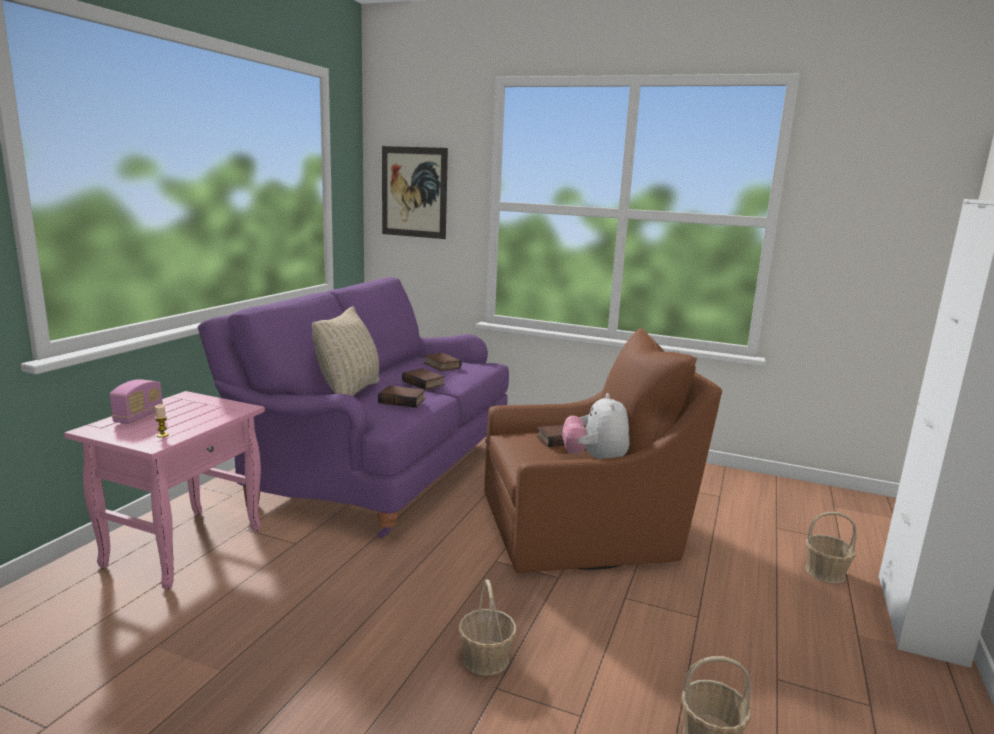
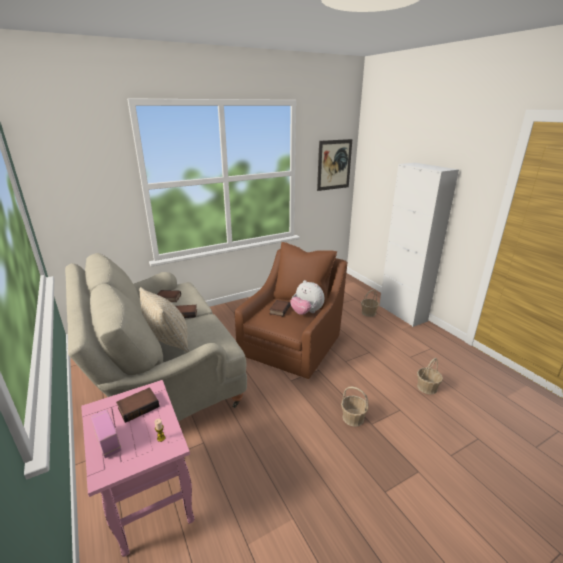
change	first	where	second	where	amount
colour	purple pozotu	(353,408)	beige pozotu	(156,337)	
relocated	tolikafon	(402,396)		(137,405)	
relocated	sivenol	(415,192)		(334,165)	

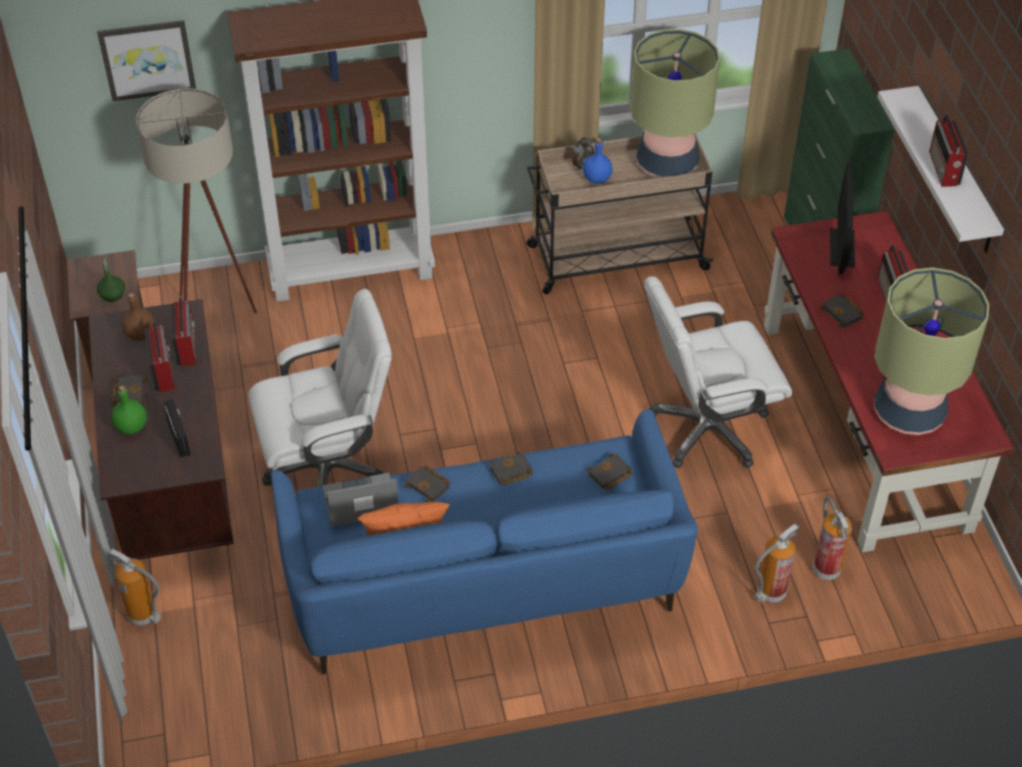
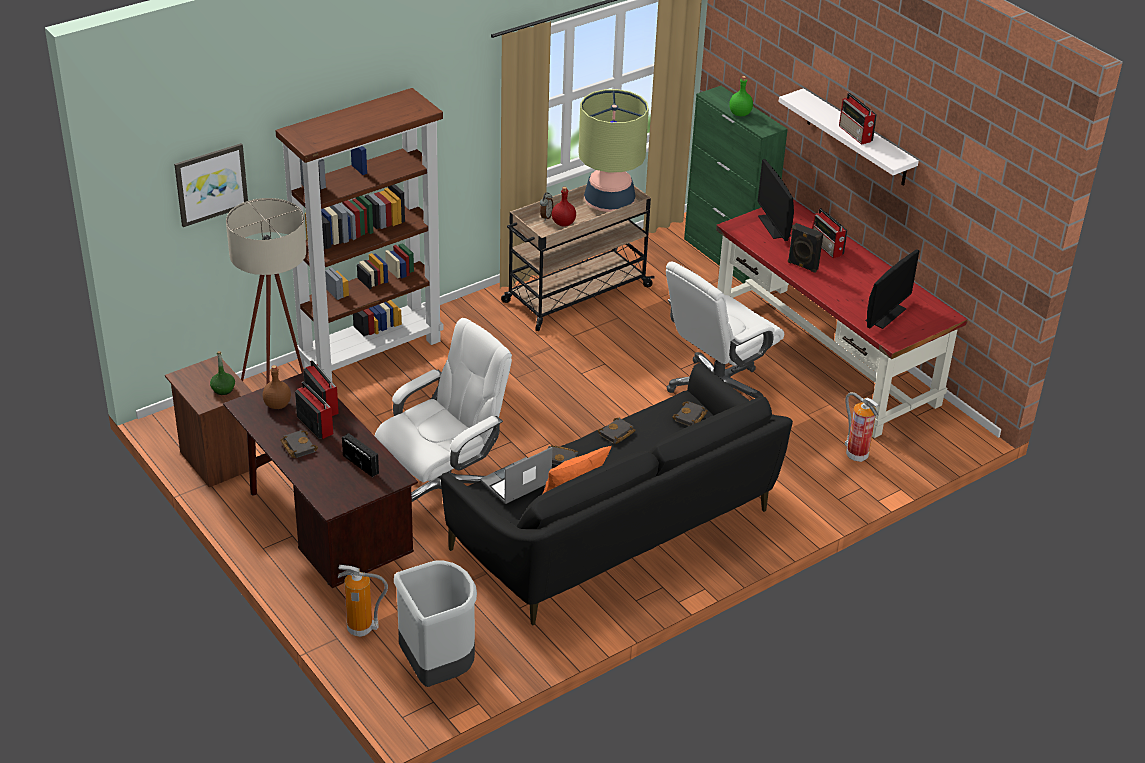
change	first	where	second	where	amount
relocated	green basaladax	(129,410)		(741,96)	
colour	blue pozotu	(484,541)	black pozotu	(616,494)	
colour	blue basaladax	(597,161)	red basaladax	(564,207)	
missing	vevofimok	(776,563)			
exchanged	black tolikafon	(842,311)	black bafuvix	(805,248)	
exchanged	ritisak	(931,351)	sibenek	(892,289)	
appeared			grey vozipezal	(435,623)	

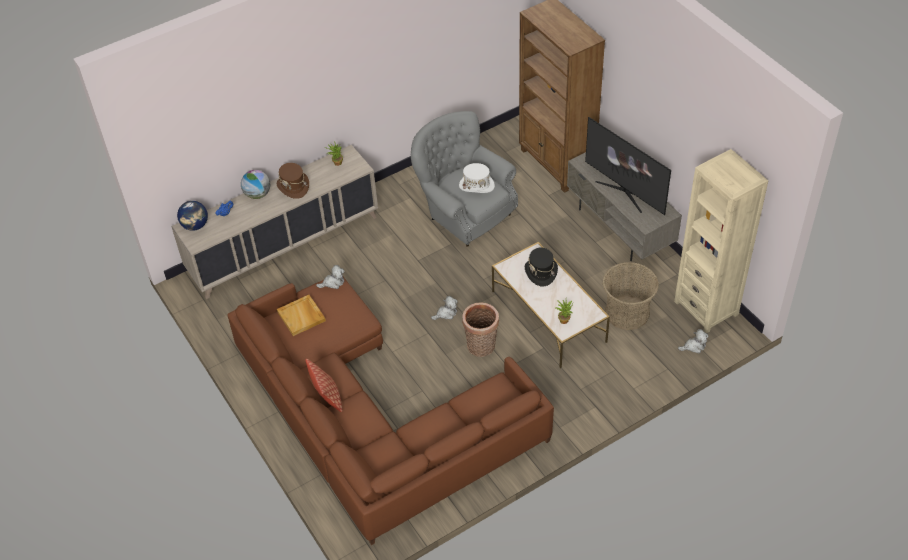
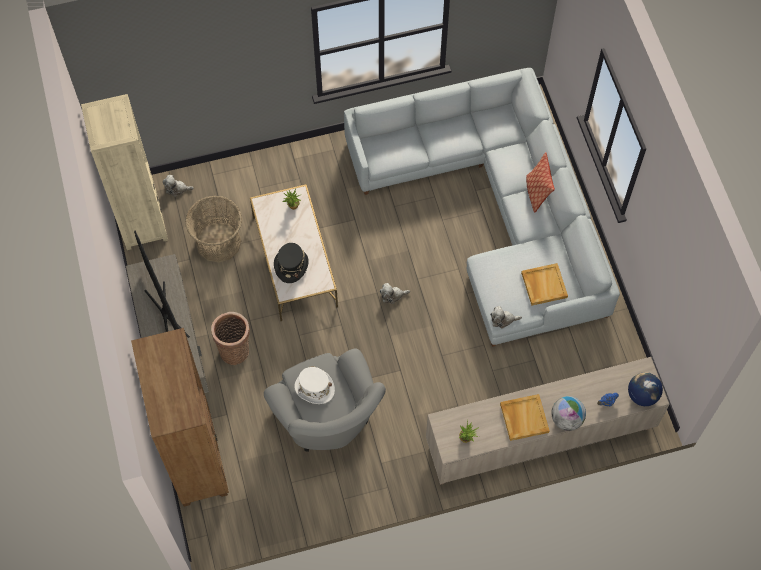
change	first	where	second	where	amount
colour	brown pozotu	(390,411)	grey pozotu	(482,207)	
exchanged	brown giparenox	(293,181)	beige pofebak	(525,417)	
relocated	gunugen	(480,329)		(230,338)	

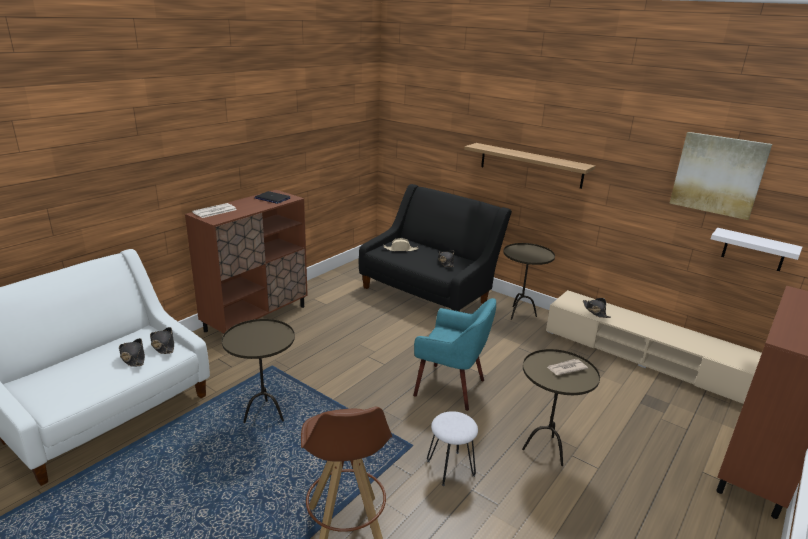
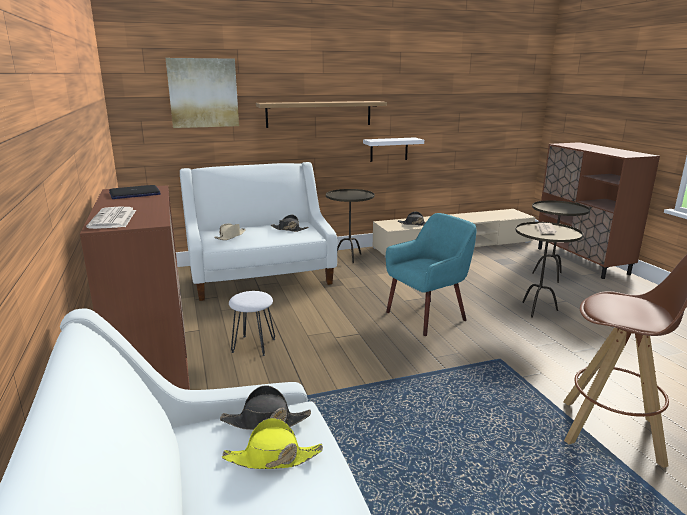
change	first	where	second	where	amount
colour	black giparenox	(132,352)	yellow giparenox	(272,443)	
relocated	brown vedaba	(258,371)		(561,242)	
colour	black pozotu	(435,248)	white pozotu	(258,231)	
relocated	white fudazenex	(452,448)		(252,323)	
relocated	sivenol	(720,176)		(202,93)	
relocated	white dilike	(756,249)		(393,149)	

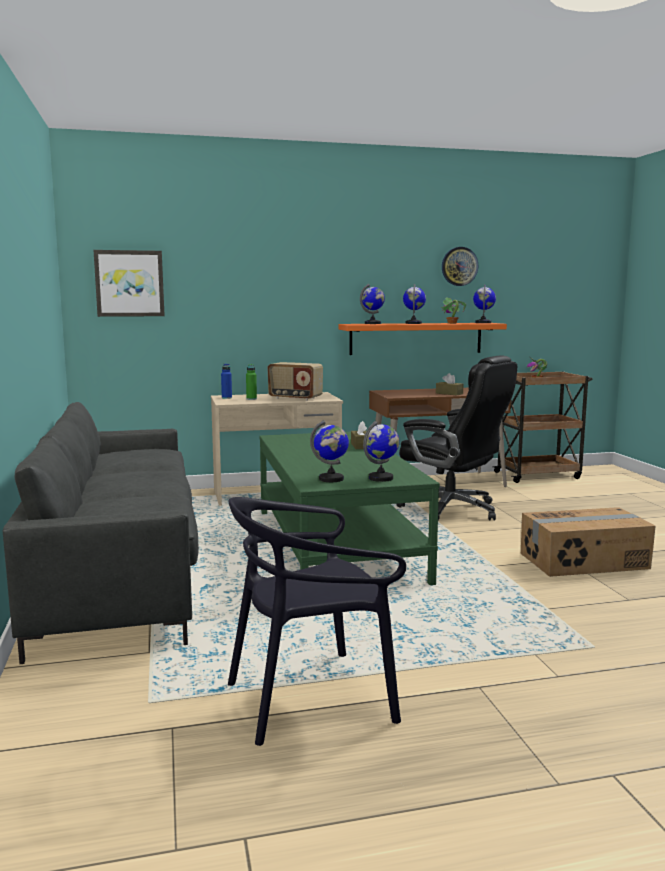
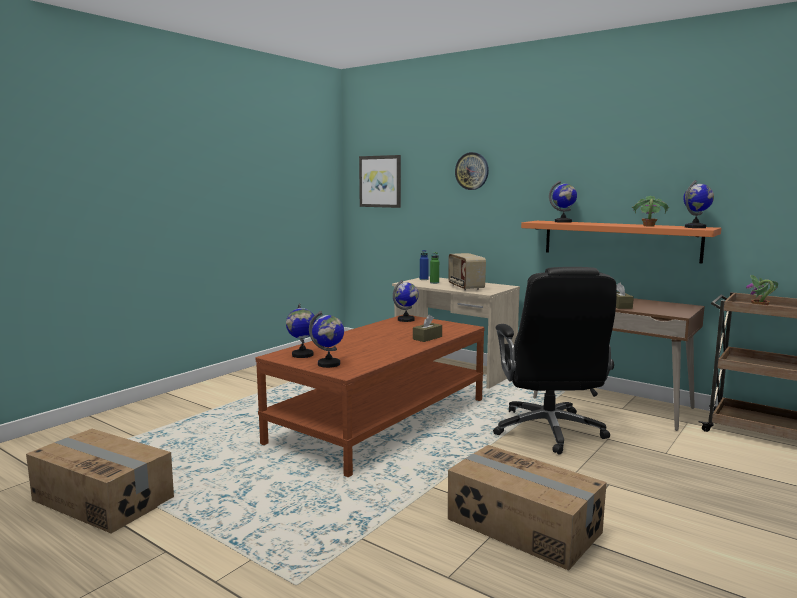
change	first	where	second	where	amount
missing	grey pozotu	(101,533)			
exchanged	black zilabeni	(317,621)	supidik	(100,481)	
colour	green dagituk	(349,508)	brown dagituk	(370,396)	
relocated	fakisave	(414,304)		(406,301)	
relocated	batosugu	(460,266)		(472,171)	

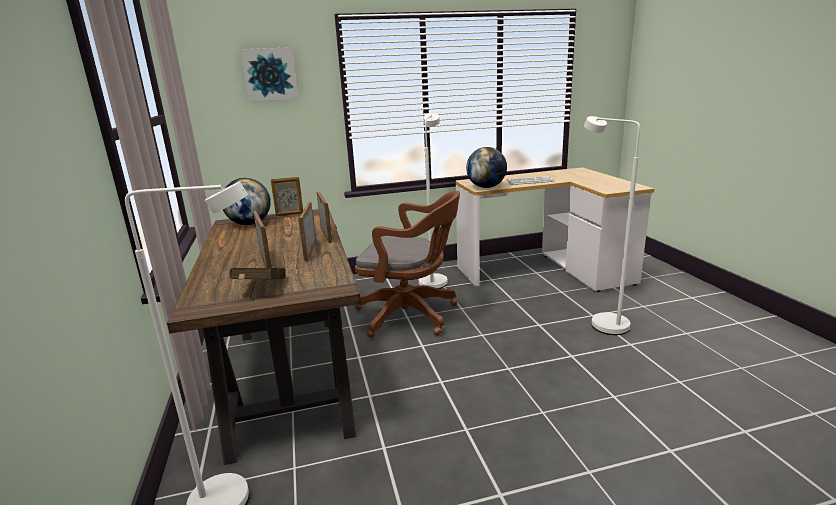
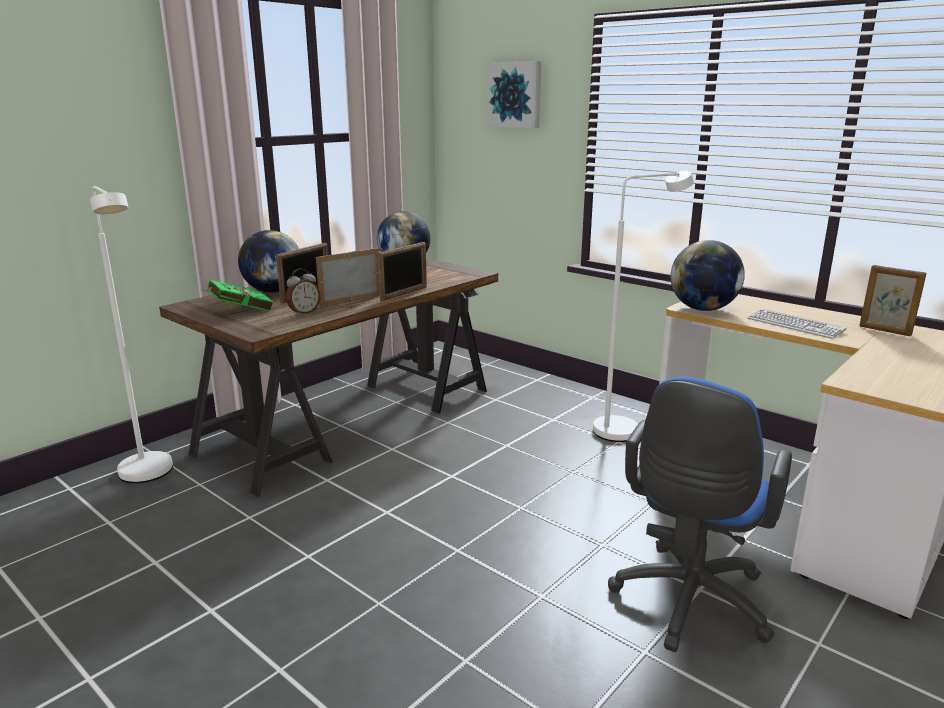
change	first	where	second	where	amount
colour	red tolikafon	(258,273)	green tolikafon	(237,295)	
relocated	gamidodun	(287,196)		(892,300)	
missing	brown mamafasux	(407,264)			
exchanged	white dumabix	(612,225)	blue mamafasux	(700,514)	
appeared			fakisave	(268,261)	
appeared			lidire	(303,292)	

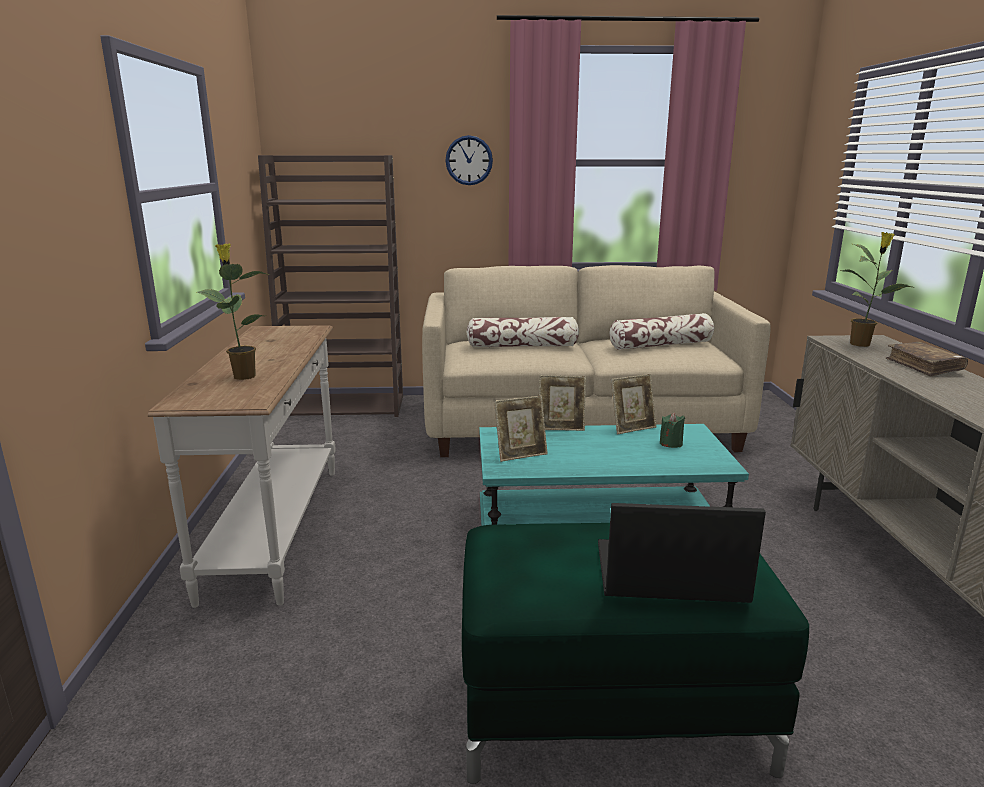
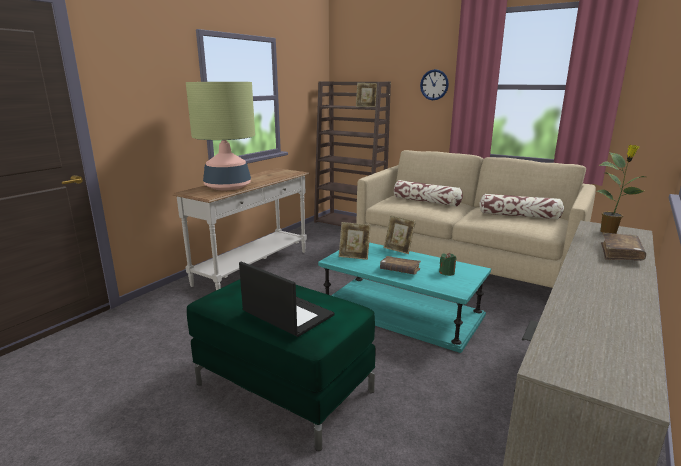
change	first	where	second	where	amount
exchanged	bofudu	(233,311)	ritisak	(220,136)	
relocated	gamidodun	(633,404)		(366,95)	
appeared			brown tolikafon	(400,265)	

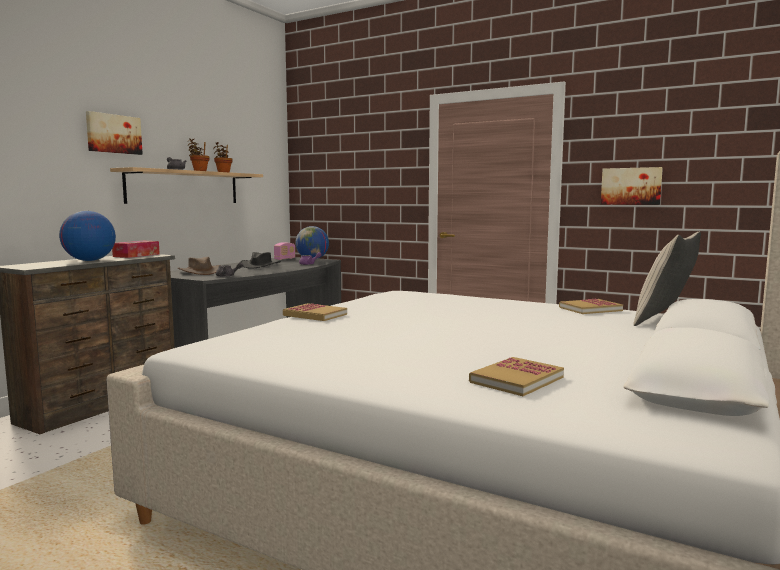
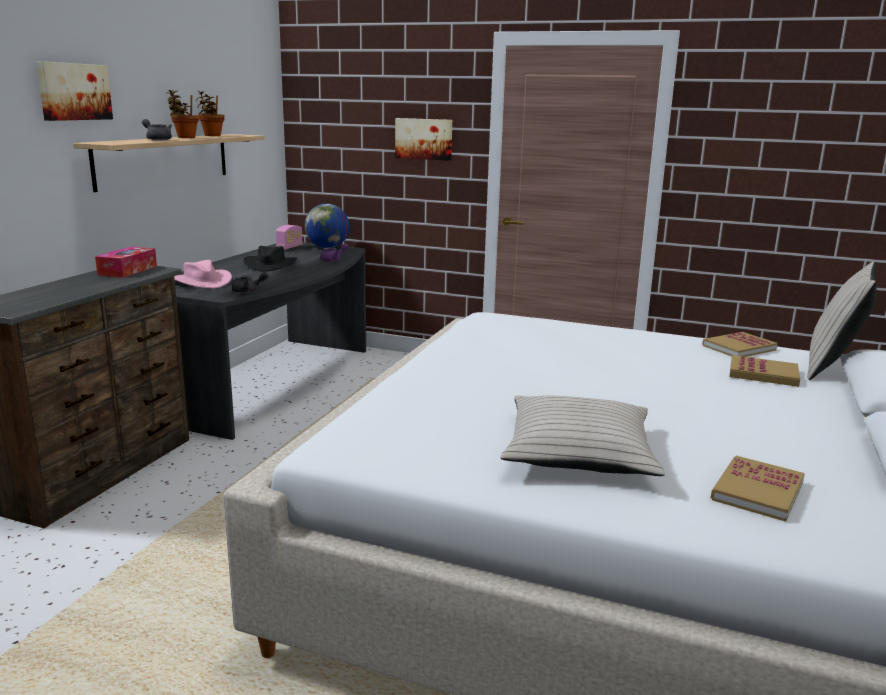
change	first	where	second	where	amount
missing	fakisave	(87,236)			
colour	brown giparenox	(199,266)	pink giparenox	(203,274)	
relocated	tolikafon	(315,312)		(765,371)	
relocated	sivenol	(632,186)		(423,139)	
appeared			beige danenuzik	(583,435)	

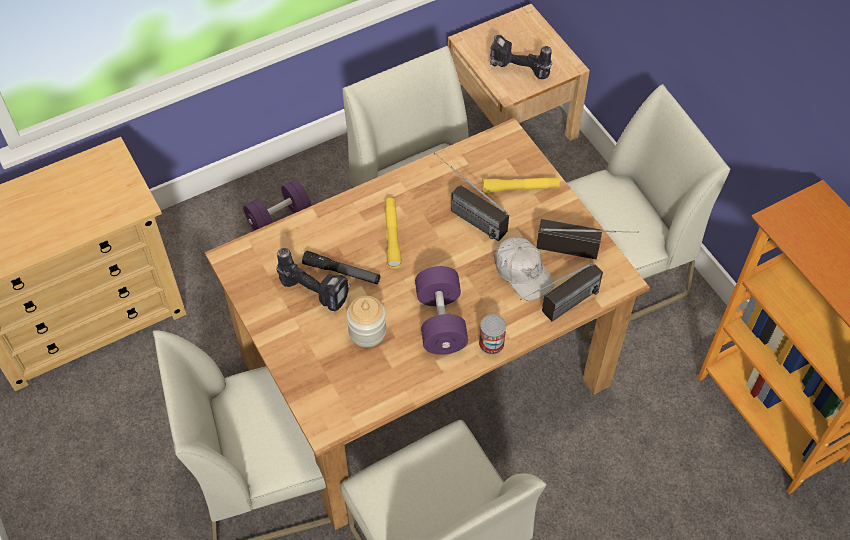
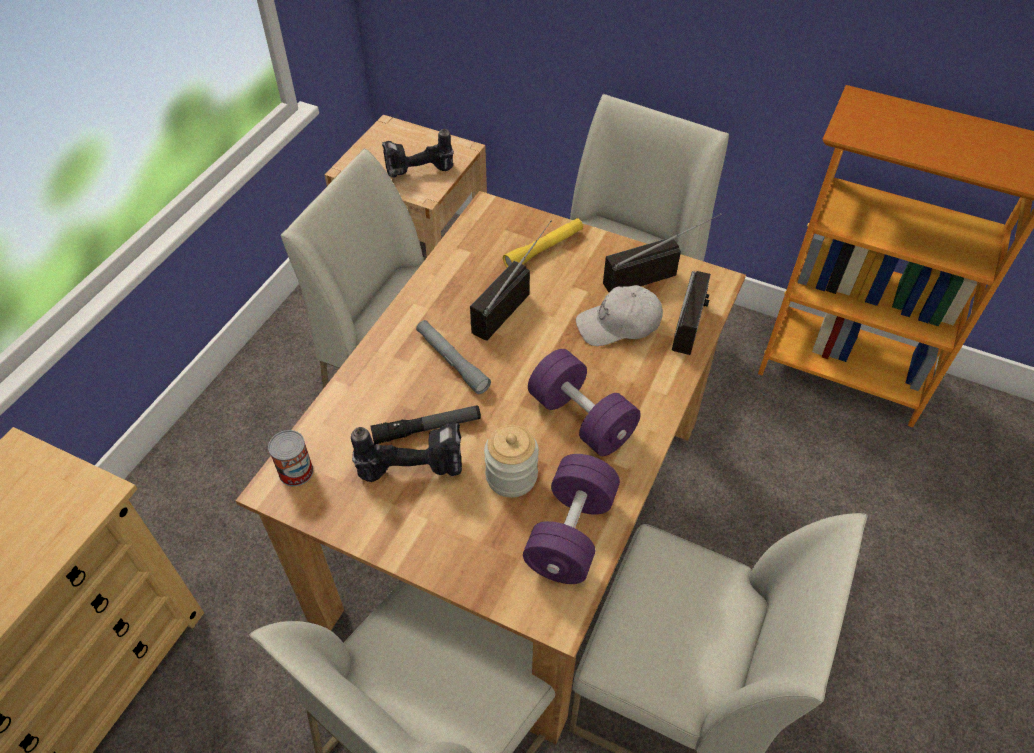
change	first	where	second	where	amount
relocated	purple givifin	(277,205)		(571,519)	
colour	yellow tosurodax	(393,233)	grey tosurodax	(453,357)	
spun	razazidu	(471,197)		(511,280)	120 degrees clockwise
relocated	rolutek	(492,334)		(291,458)	
spun	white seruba	(524,269)		(619,315)	150 degrees clockwise

